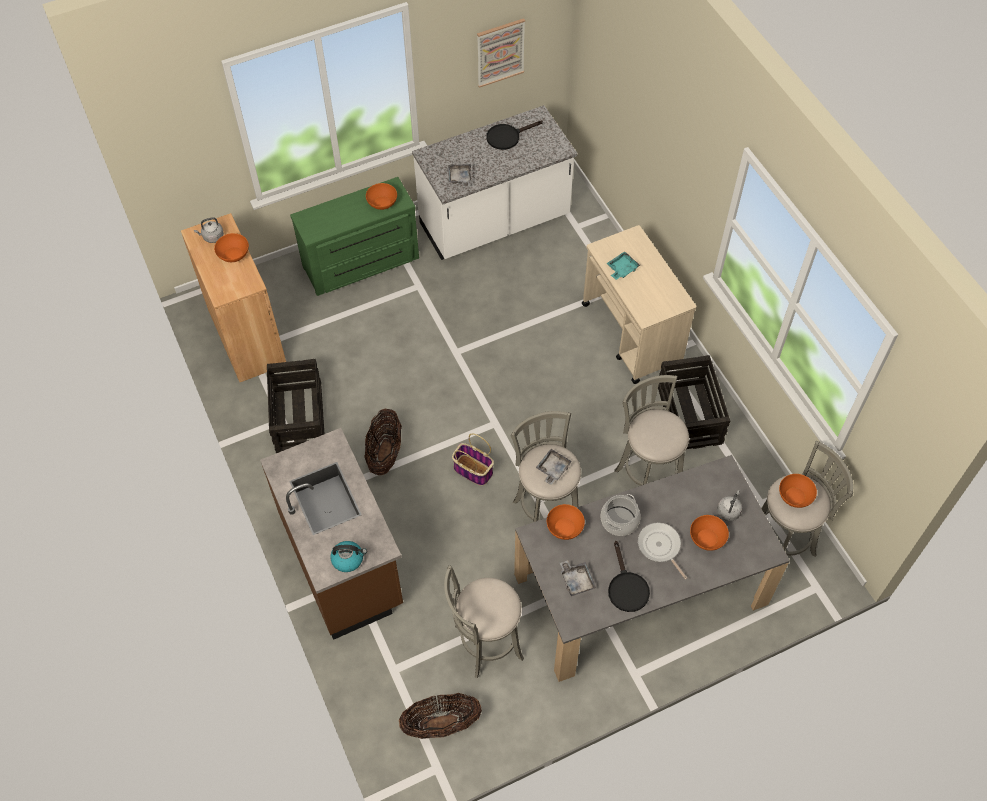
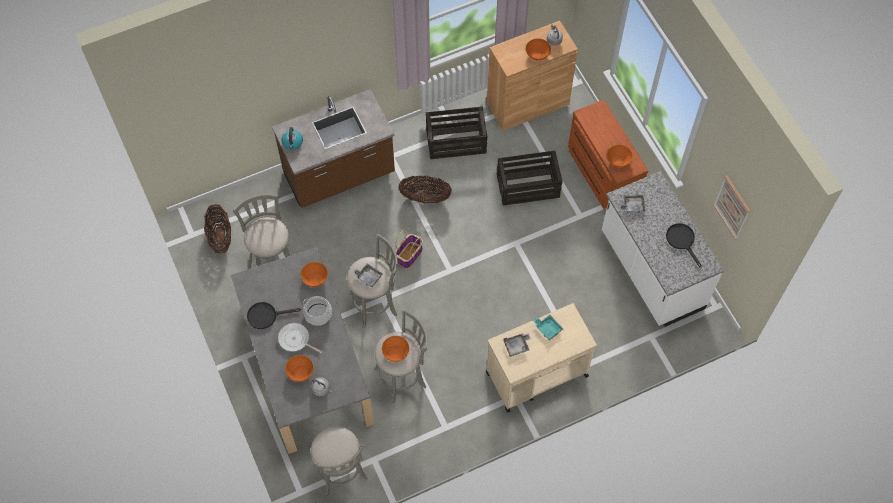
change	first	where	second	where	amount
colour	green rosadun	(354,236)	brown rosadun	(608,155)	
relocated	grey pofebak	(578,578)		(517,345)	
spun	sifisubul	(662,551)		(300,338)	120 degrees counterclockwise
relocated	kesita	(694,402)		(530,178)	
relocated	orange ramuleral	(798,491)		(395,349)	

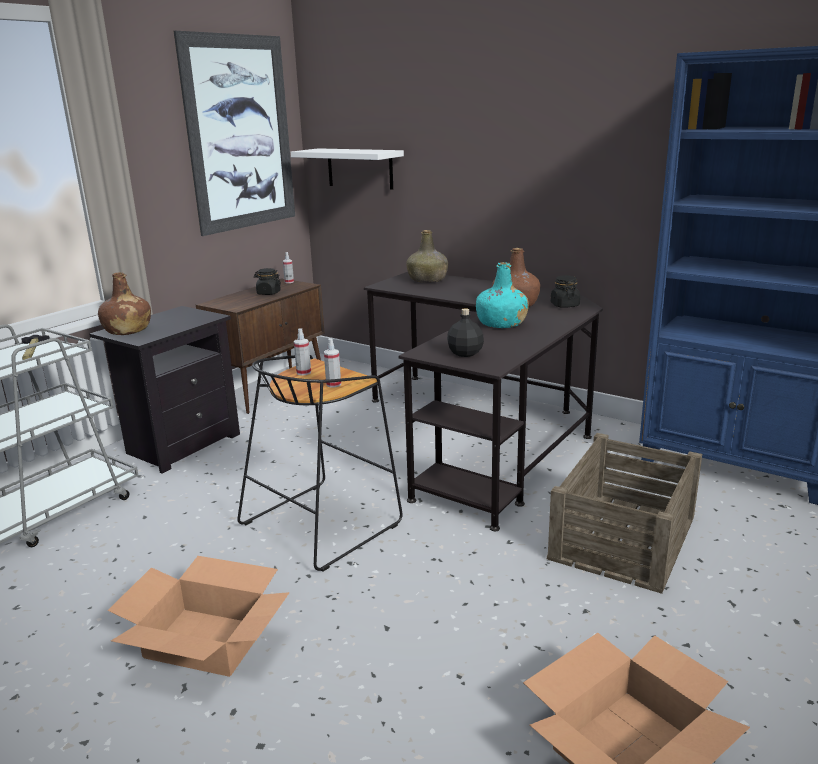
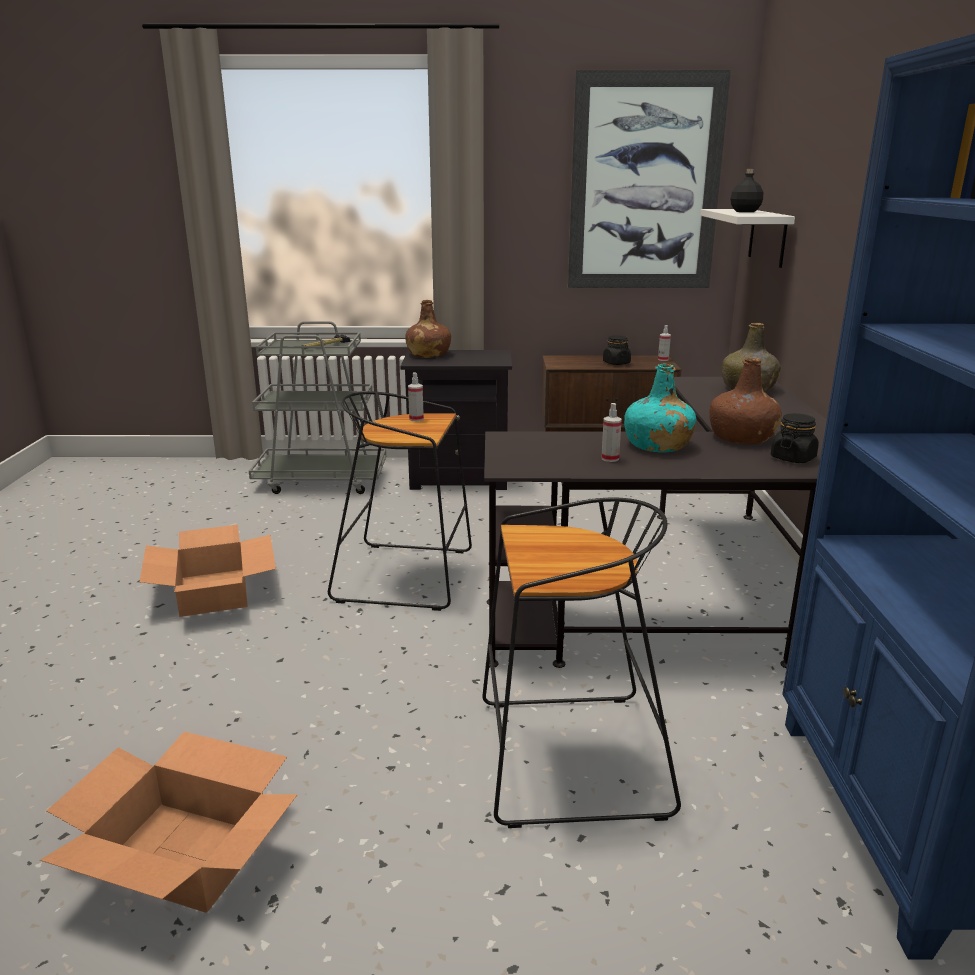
change	first	where	second	where	amount
relocated	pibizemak	(332,363)		(611,432)	
relocated	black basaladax	(465,332)		(746,190)	
exchanged	kesita	(624,513)	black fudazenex	(581,663)	

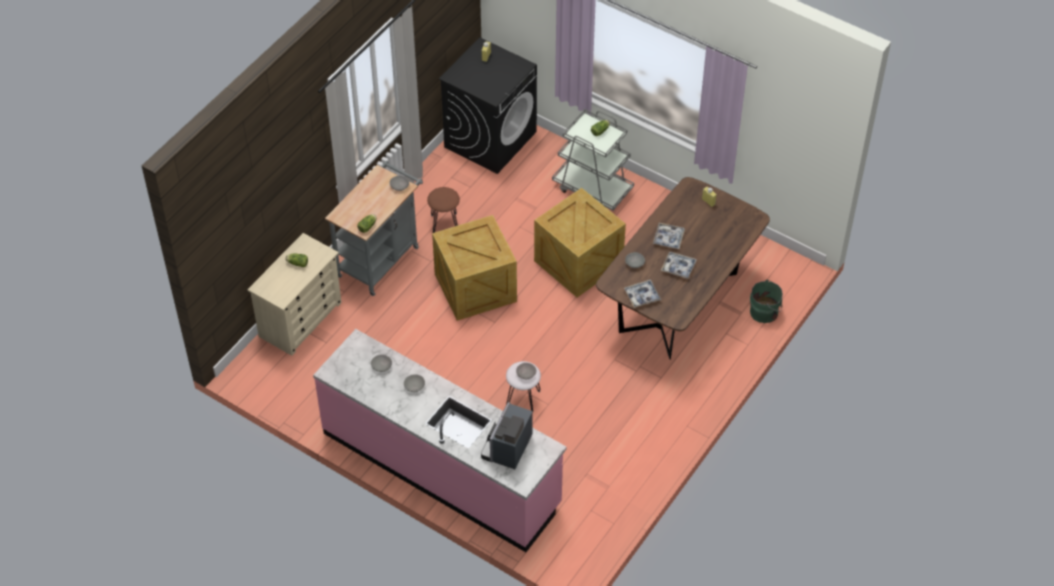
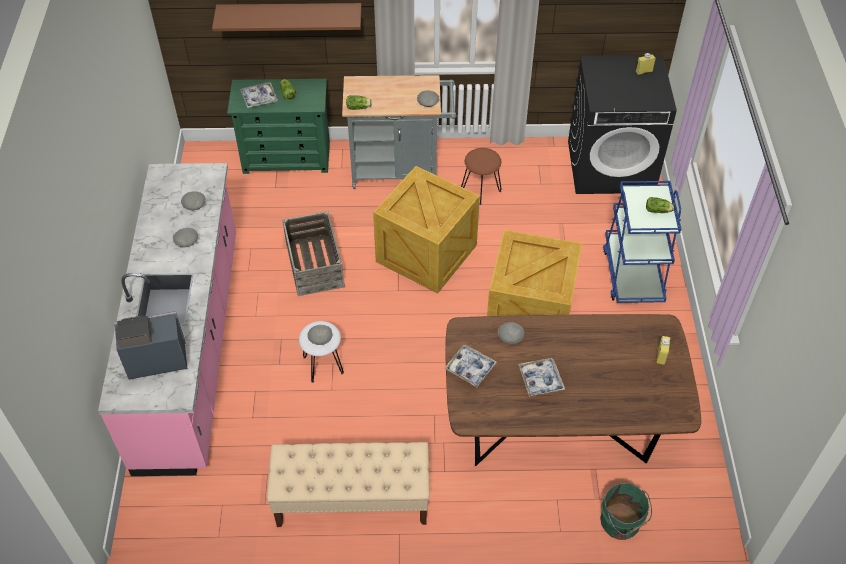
change	first	where	second	where	amount
colour	beige rosadun	(294,294)	green rosadun	(278,126)	
colour	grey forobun	(593,159)	blue forobun	(642,242)	
relocated	pofebak	(669,236)		(259,95)	
appeared			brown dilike	(286,17)	
appeared			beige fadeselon	(348,484)	
appeared			kesita	(314,253)	

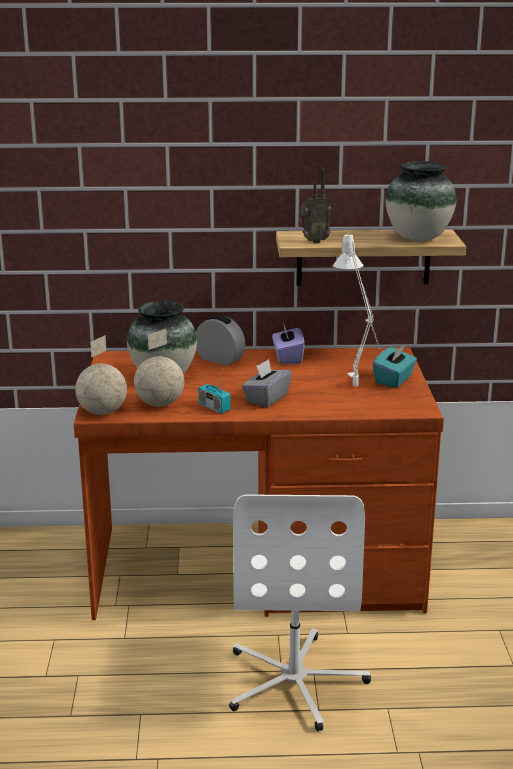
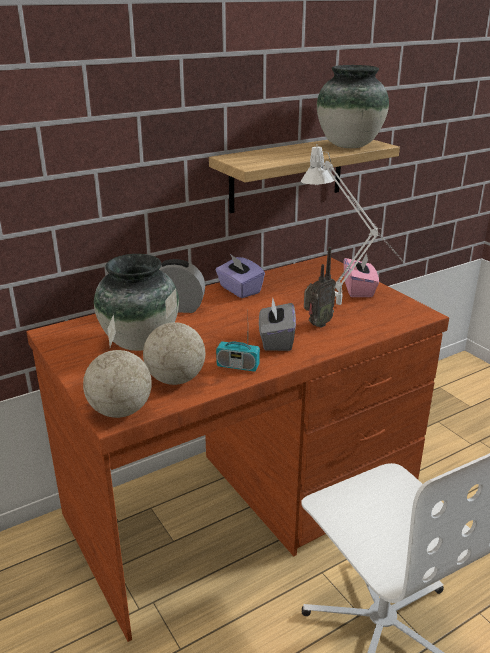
change	first	where	second	where	amount
relocated	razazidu	(315,205)		(320,287)	
colour	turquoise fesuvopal	(395,366)	pink fesuvopal	(361,275)	

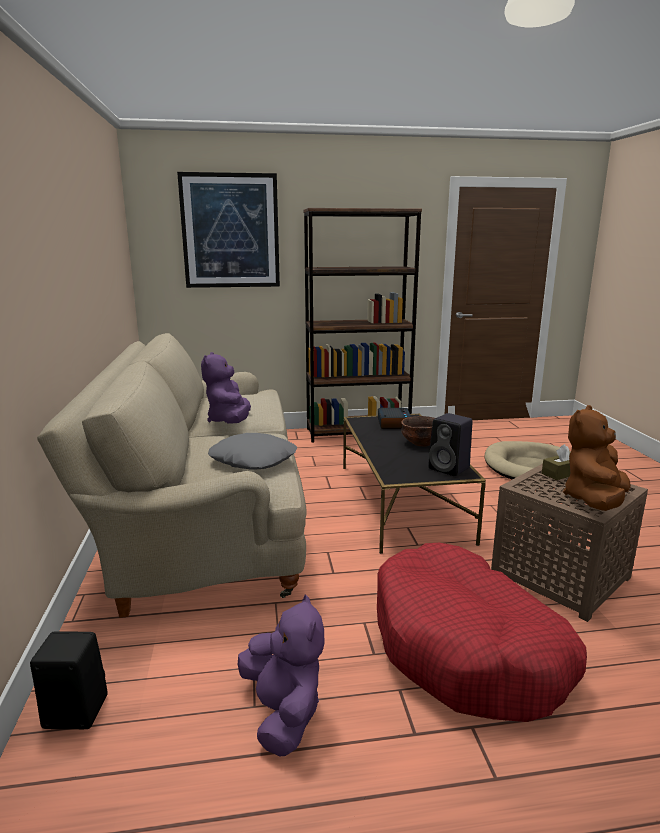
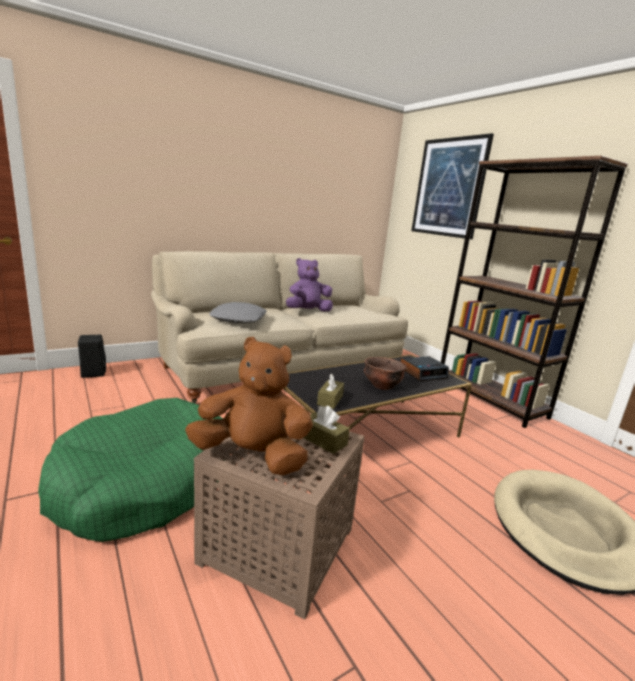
change	first	where	second	where	amount
missing	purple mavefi	(281,675)			
colour	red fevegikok	(482,632)	green fevegikok	(131,470)	
exchanged	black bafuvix	(450,444)	brown fesuvopal	(330,391)	

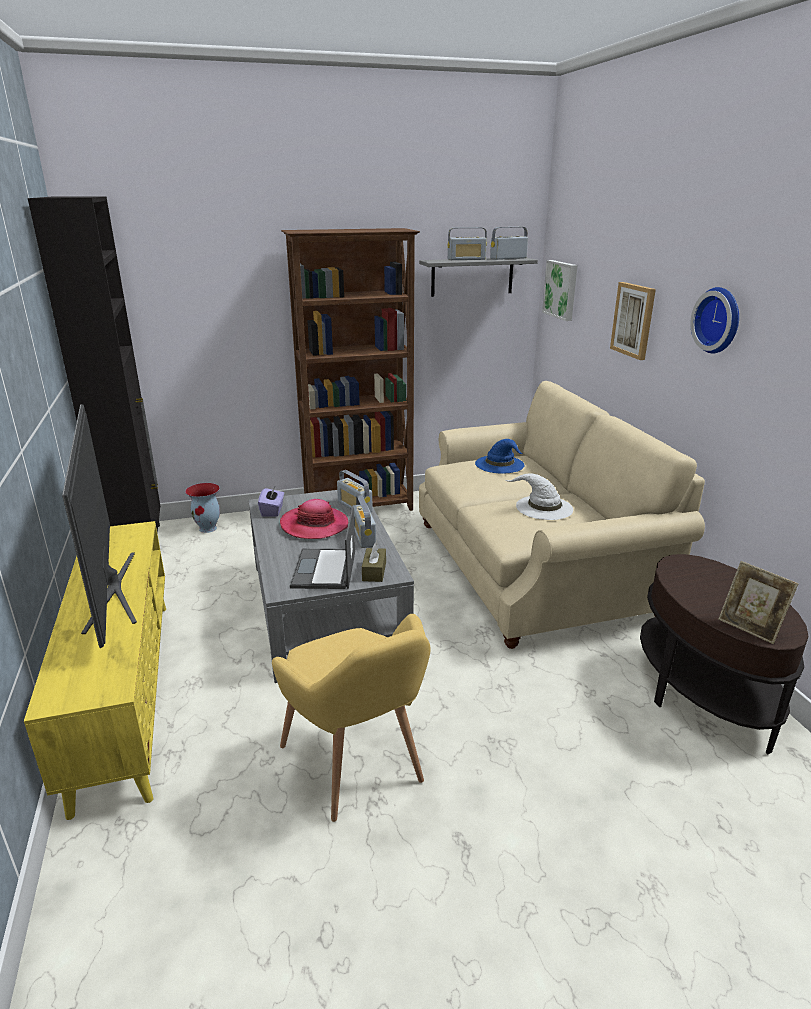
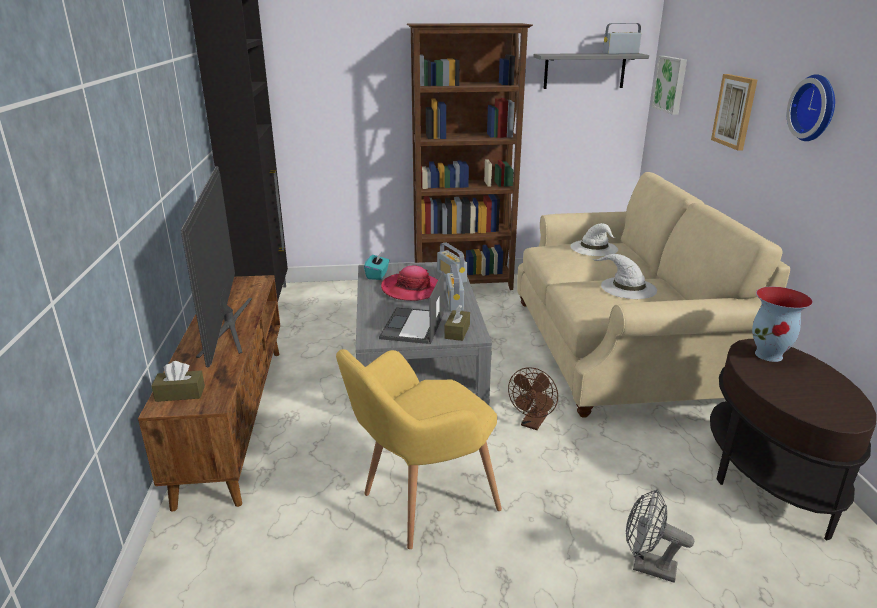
change	first	where	second	where	amount
colour	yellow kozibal	(95,670)	brown kozibal	(209,393)	
relocated	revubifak	(202,508)		(782,324)	
colour	purple fesuvopal	(271,500)	turquoise fesuvopal	(377,266)	
spun	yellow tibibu	(351,718)		(419,449)	75 degrees clockwise
missing	razazidu	(467,243)			
colour	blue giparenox	(500,456)	white giparenox	(594,239)	
missing	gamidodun	(758,602)			
appeared			brown fesuvopal	(178,381)	
appeared			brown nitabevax	(533,398)	
appeared			grey nitabevax	(660,536)	

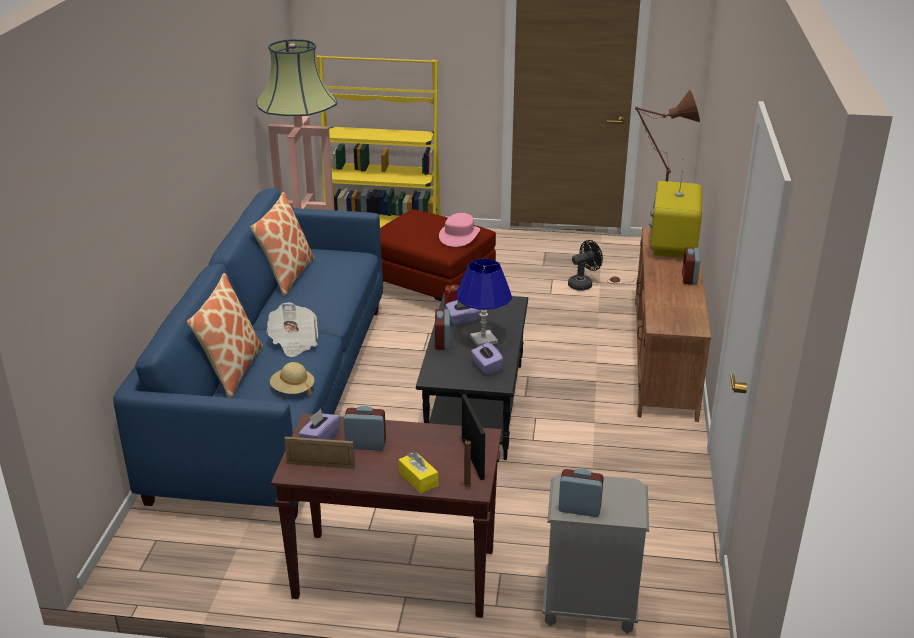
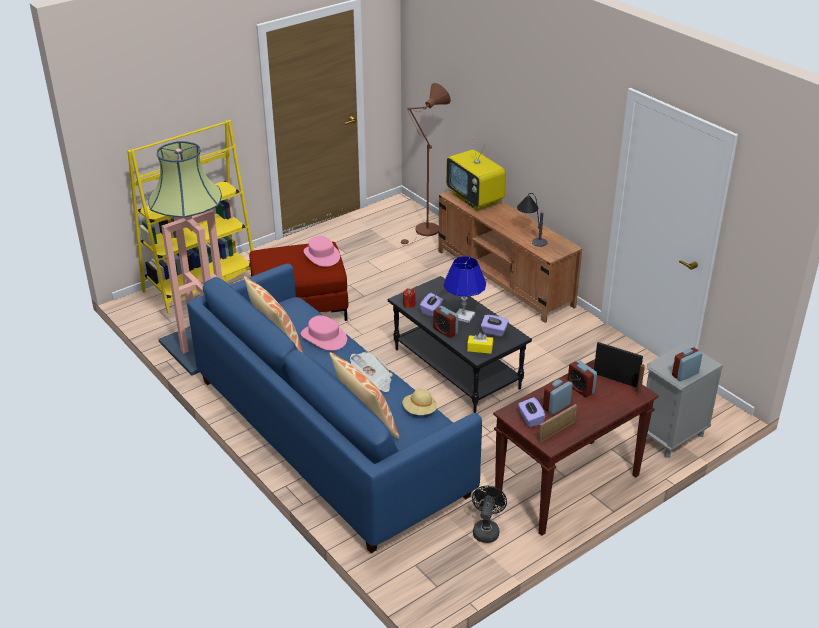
change	first	where	second	where	amount
relocated	yellow fesuvopal	(418,472)		(480,343)	
relocated	black nitabevax	(585,265)		(489,514)	
relocated	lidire	(691,266)		(582,378)	
appeared			pink giparenox	(324,333)	
appeared			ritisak	(532,220)	

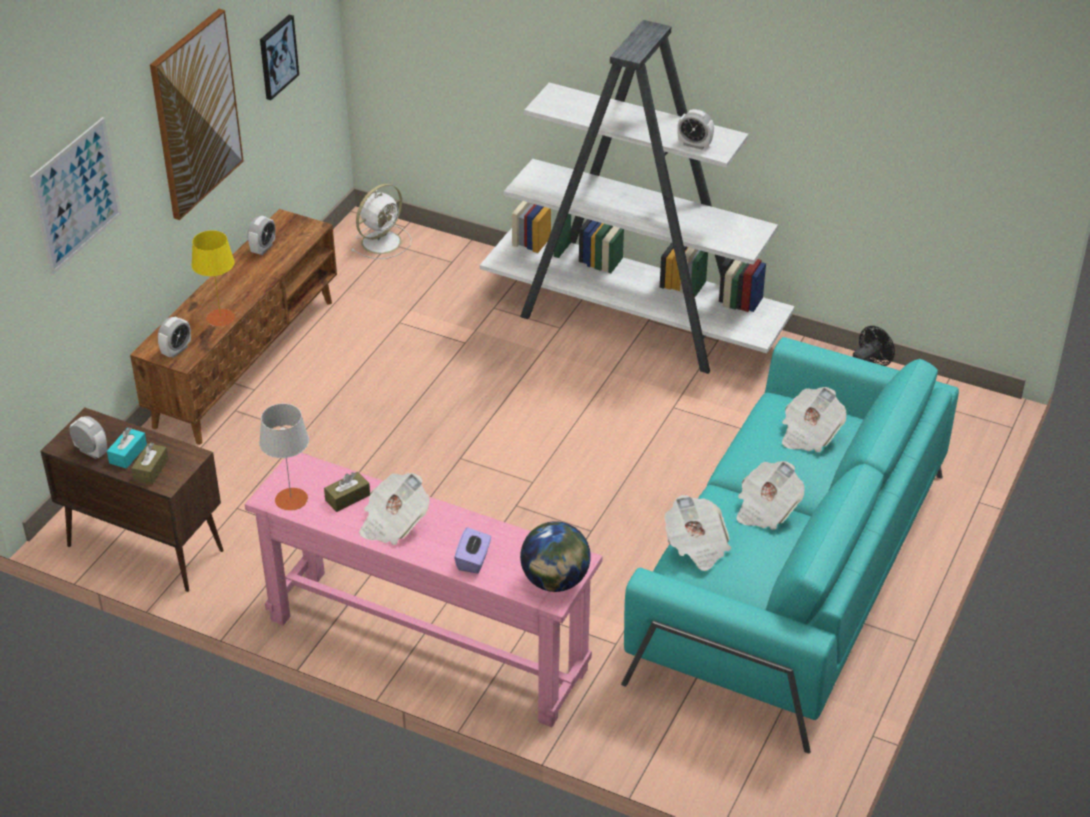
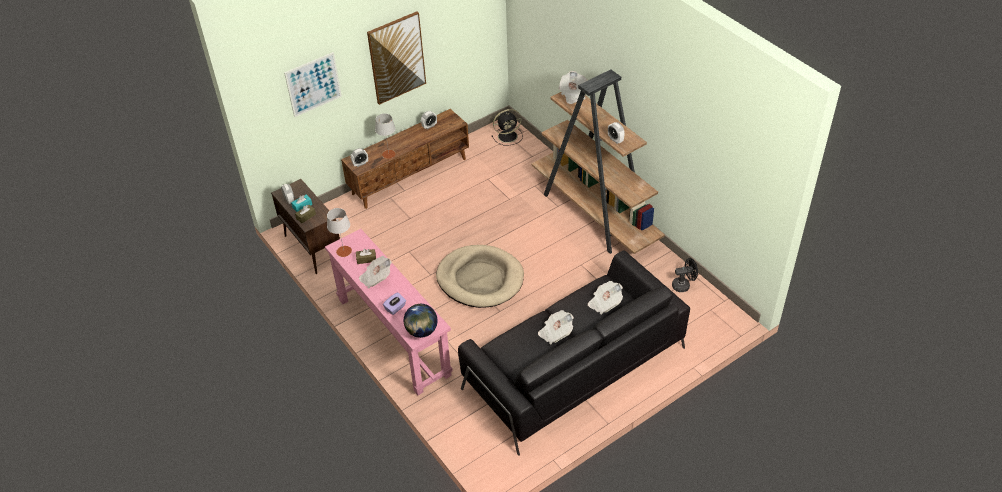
change	first	where	second	where	amount
colour	yellow ritisak	(213,278)	grey ritisak	(385,136)	
missing	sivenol	(279,57)			
colour	white nitabevax	(381,221)	black nitabevax	(507,127)	
colour	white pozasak	(637,197)	brown pozasak	(598,162)	
colour	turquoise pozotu	(790,545)	black pozotu	(574,353)	
relocated	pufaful	(697,533)		(573,87)	
appeared			beige fevegikok	(480,276)	

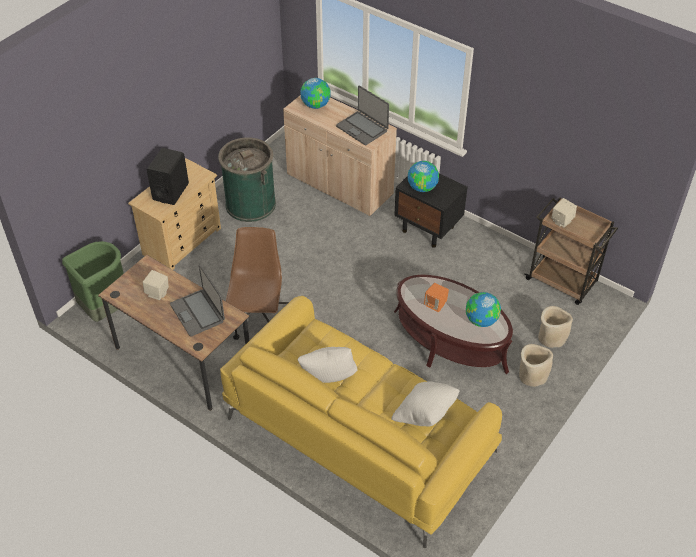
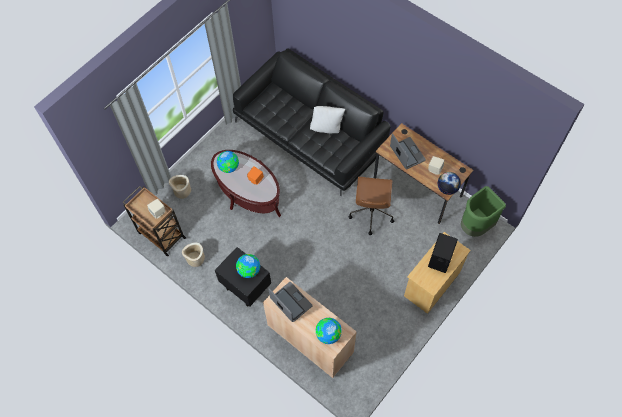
change	first	where	second	where	amount
missing	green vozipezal	(247,179)			
colour	yellow pozotu	(361,422)	black pozotu	(312,122)	
missing	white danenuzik	(425,404)			
relocated	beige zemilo	(536,365)		(193,254)	
appeared			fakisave	(449,183)	

